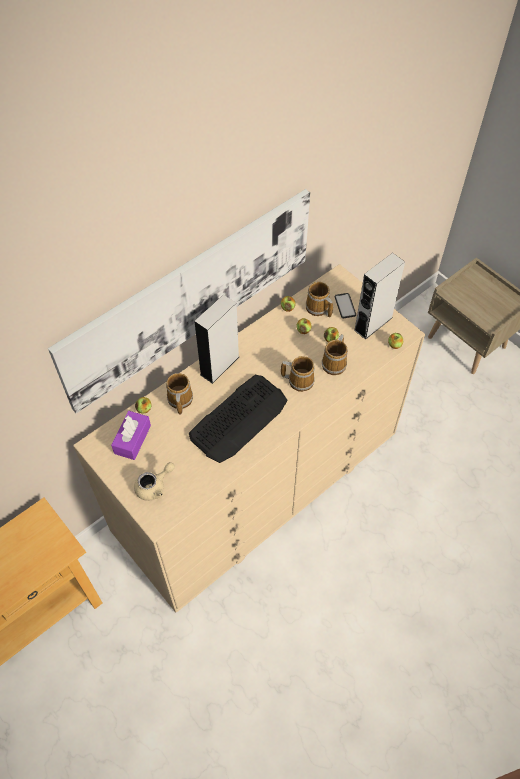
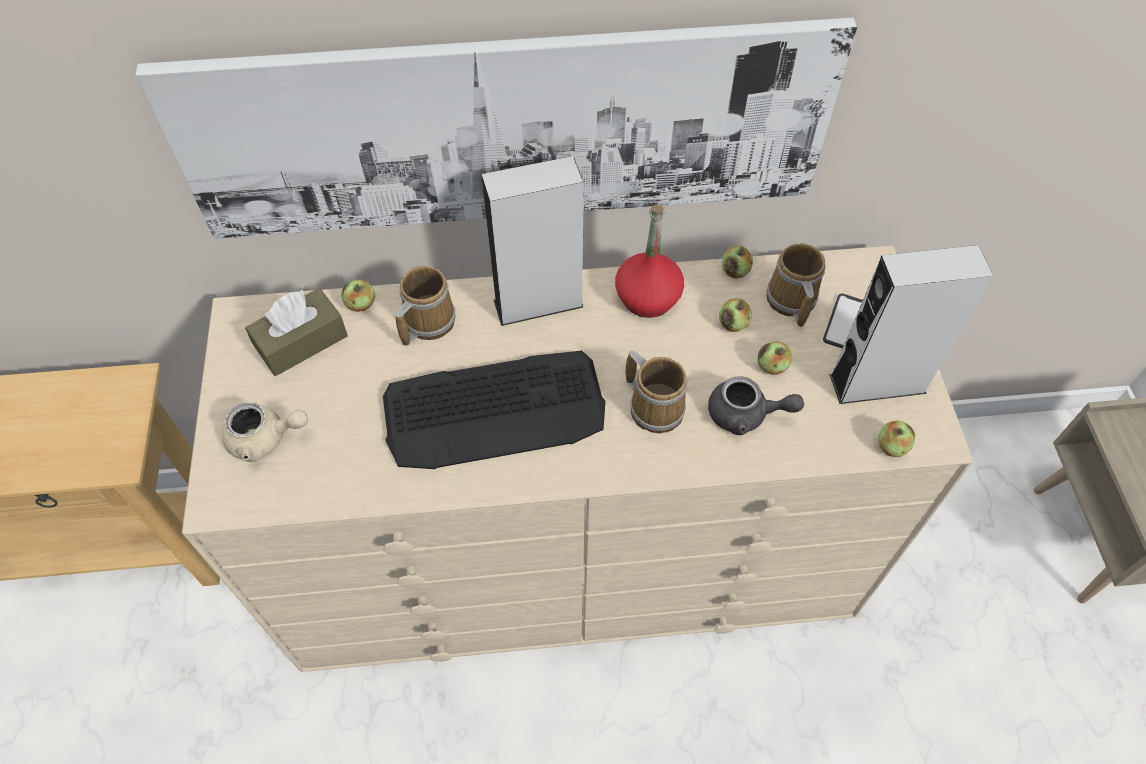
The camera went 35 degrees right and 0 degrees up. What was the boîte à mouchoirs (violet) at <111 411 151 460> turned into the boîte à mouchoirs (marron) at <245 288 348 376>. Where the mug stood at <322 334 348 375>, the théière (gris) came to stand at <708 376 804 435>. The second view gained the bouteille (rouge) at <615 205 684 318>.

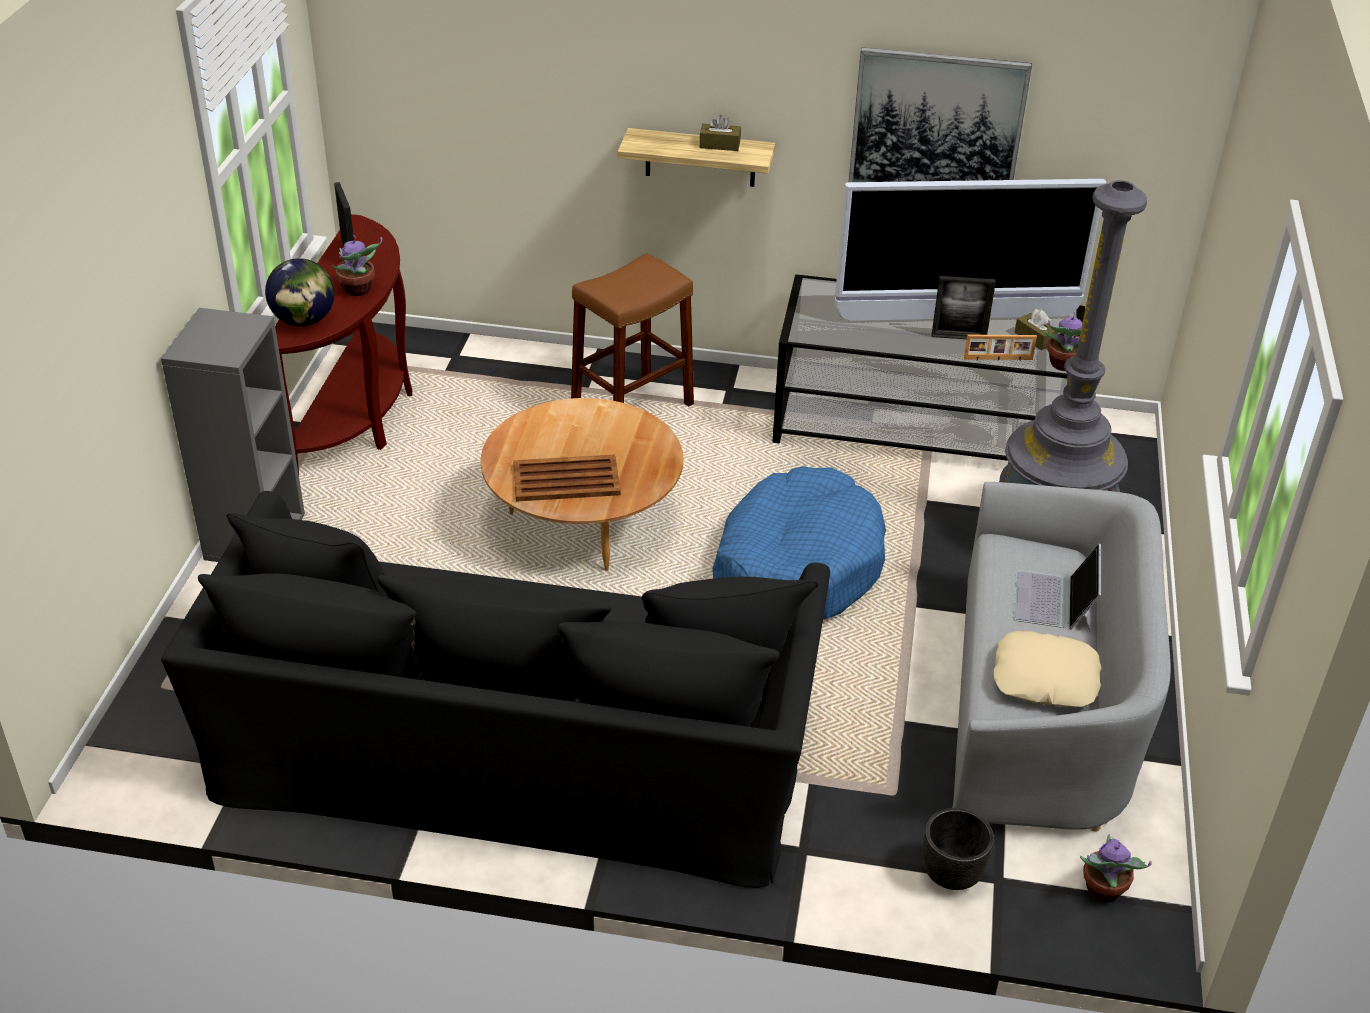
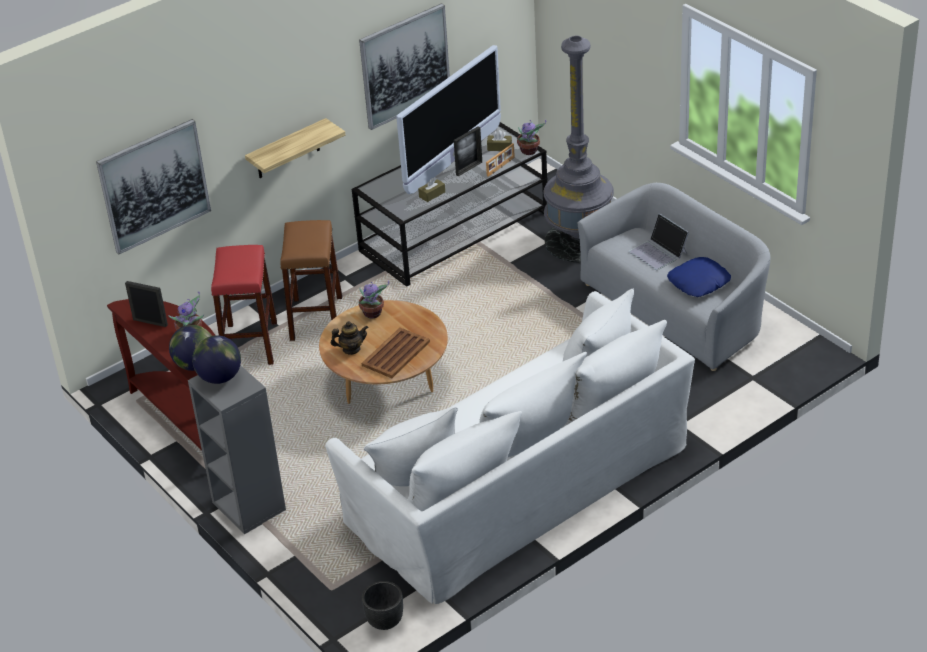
The camera went 45 degrees left and 0 degrees up. What was the canapé (noir) at <161 491 830 888> turned into the canapé (blanc) at <325 289 695 604>. The boîte à mouchoirs (marron) ended up elsewhere, having gone from <699 115 741 151> to <418 177 445 202>. The second view lost the panier pour chien (bleu) at <712 466 886 620>. The cache-pot (noir) ended up elsewhere, having gone from <923 808 994 890> to <362 581 403 630>. What was the coussin (beige) at <993 631 1102 707> turned into the coussin (bleu) at <667 257 731 297>. The plante en pot ended up elsewhere, having gone from <1080 834 1152 902> to <358 281 389 318>. The second view gained the tableau at <96 119 211 254>. The second view gained the globe at <192 335 241 384>. The second view gained the tabouret (rouge) at <211 245 277 365>. The second view gained the théière at <331 321 369 355>.

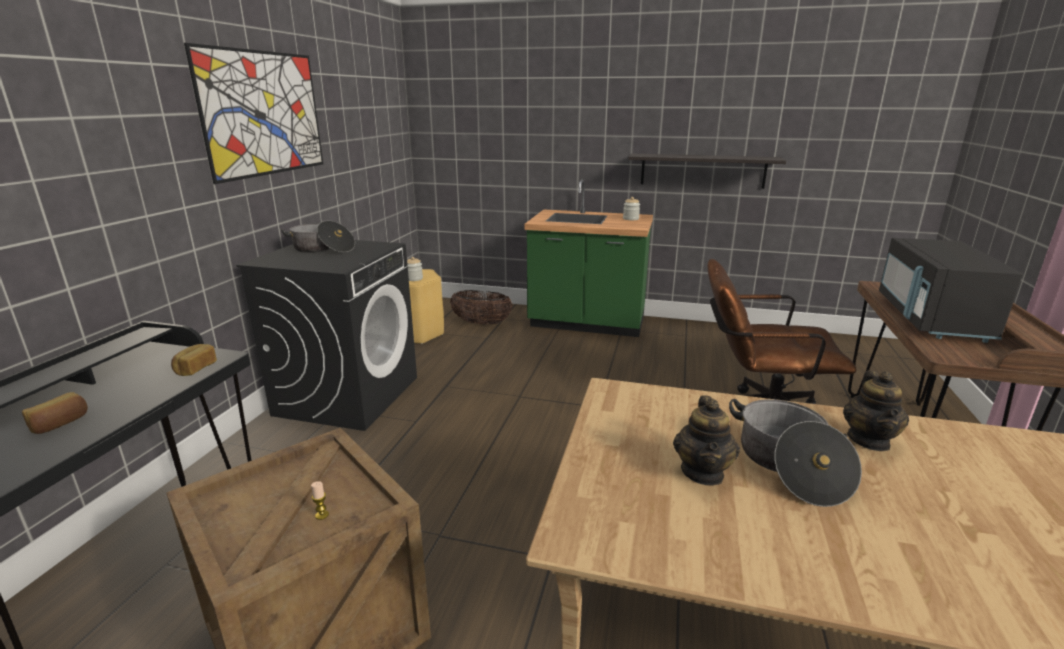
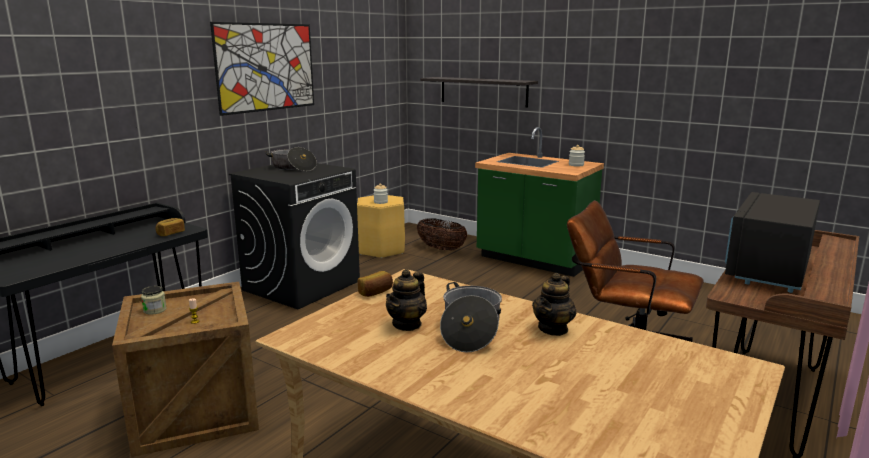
The camera went 20 degrees right and 5 degrees down. The pain ended up elsewhere, having gone from <22 392 88 434> to <358 271 393 297>. The étagère ended up elsewhere, having gone from <628 154 786 189> to <420 77 538 107>. The second view gained the bocal at <141 286 167 315>.

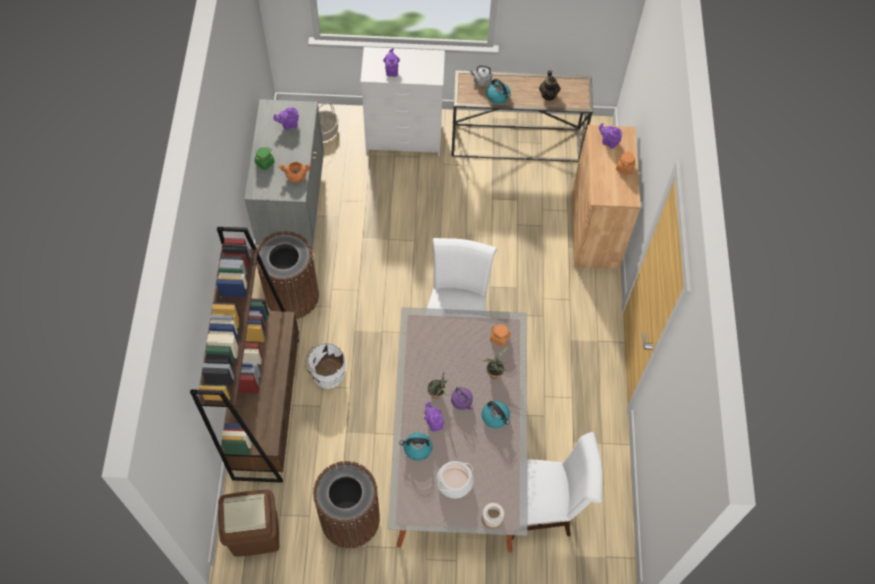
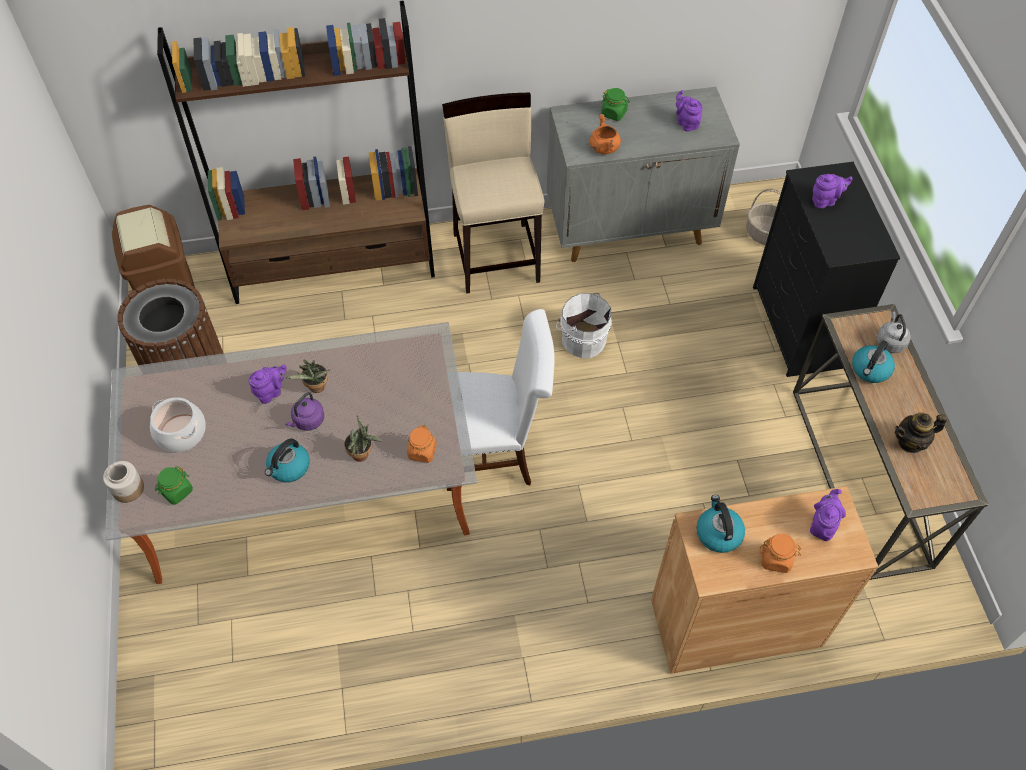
The camera went 80 degrees right and 5 degrees down. Where the poubelle (marron) stood at <256 231 319 319>, the tabouret (beige) came to stand at <442 92 544 294>. The seau (blanc) ended up elsewhere, having gone from <305 343 346 389> to <556 293 612 358>. What was the commode (blanc) at <360 47 445 156> turned into the commode (noir) at <753 162 900 377>. The bouilloire ended up elsewhere, having gone from <399 432 432 461> to <696 495 745 553>. The second view lost the chaise (blanc) at <512 432 603 540>. The second view gained the bocal (vert) at <155 466 193 505>.

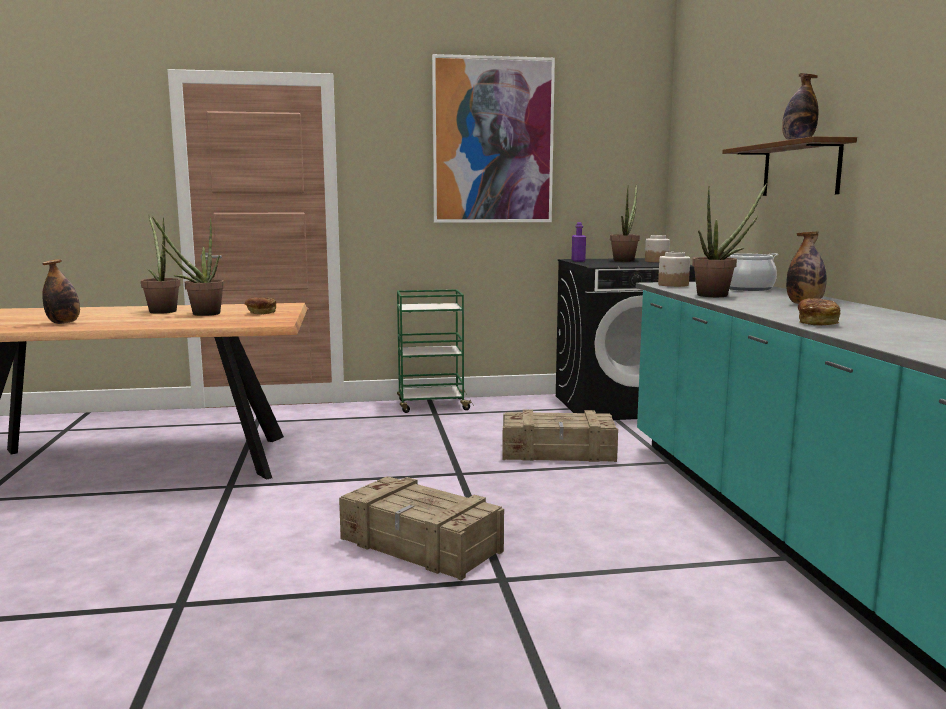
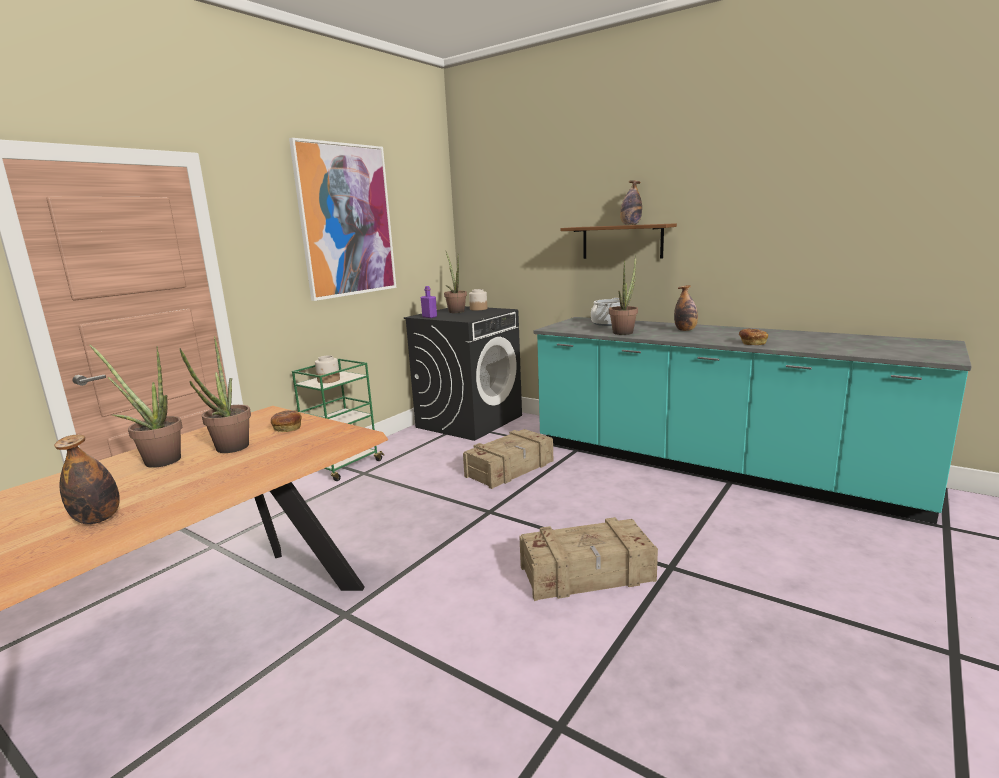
The camera went 45 degrees left and 5 degrees up. The bocal ended up elsewhere, having gone from <658 252 690 287> to <315 355 340 383>.

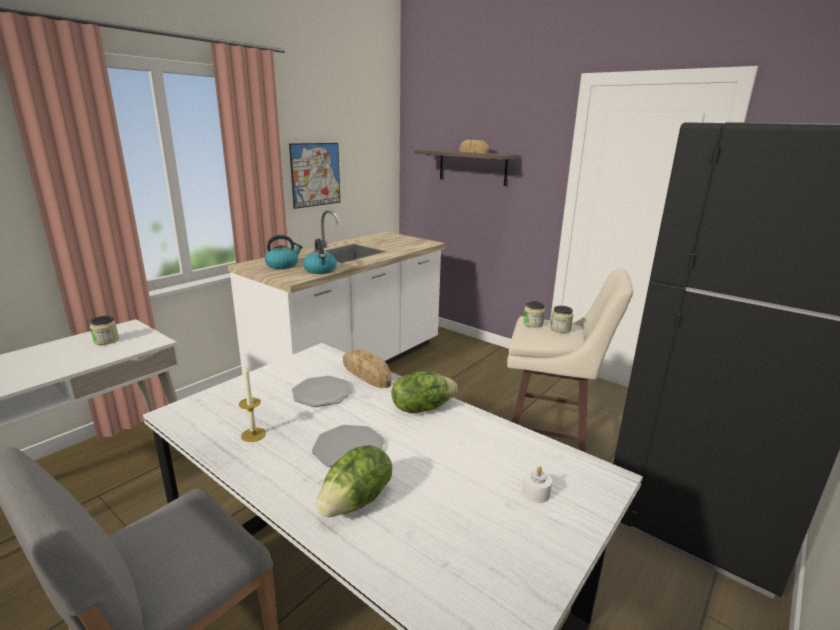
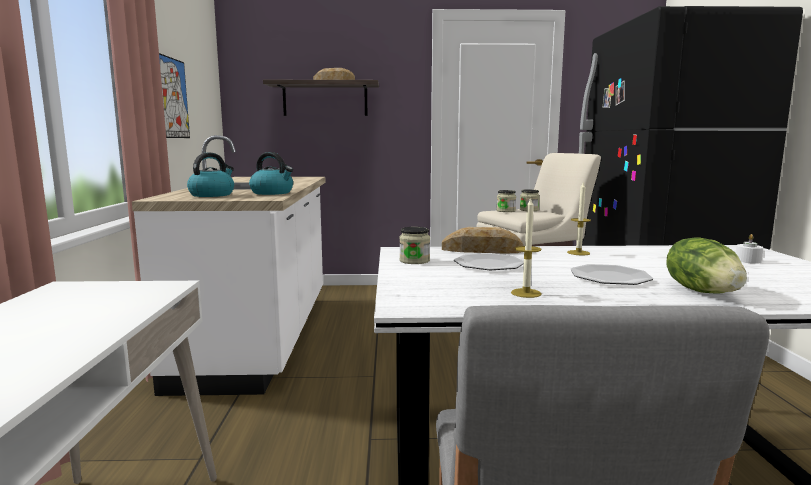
The camera went 40 degrees left and 10 degrees down. The bocal ended up elsewhere, having gone from <90 316 119 345> to <400 227 430 264>. Where the laitue stood at <392 372 457 413>, the bougie came to stand at <567 183 591 255>.

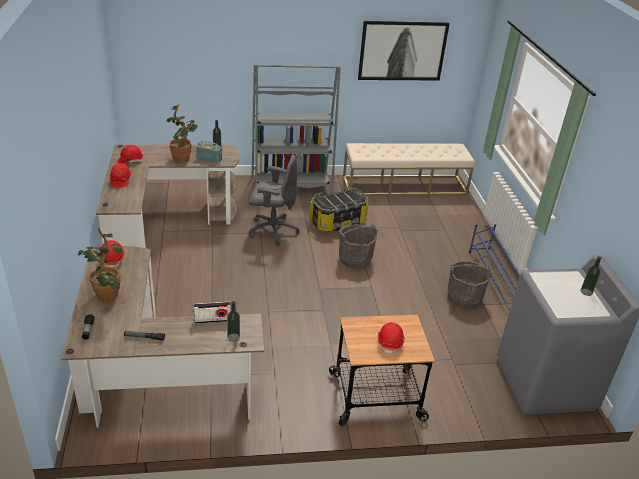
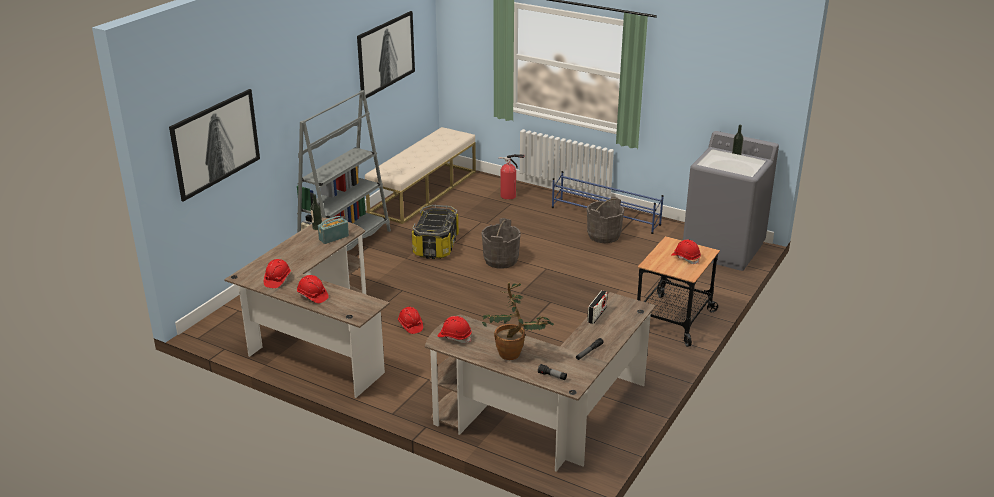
The camera went 50 degrees left and 5 degrees down. The second view lost the plante en pot at <167 104 197 163>. The second view lost the bouteille at <227 301 240 342>. The second view lost the chaise de bureau (gris) at <249 154 299 246>. The second view gained the tableau at <169 89 260 202>. The second view gained the casque de chantier (rouge) at <398 307 423 334>. The second view gained the extincteur at <499 154 525 200>.

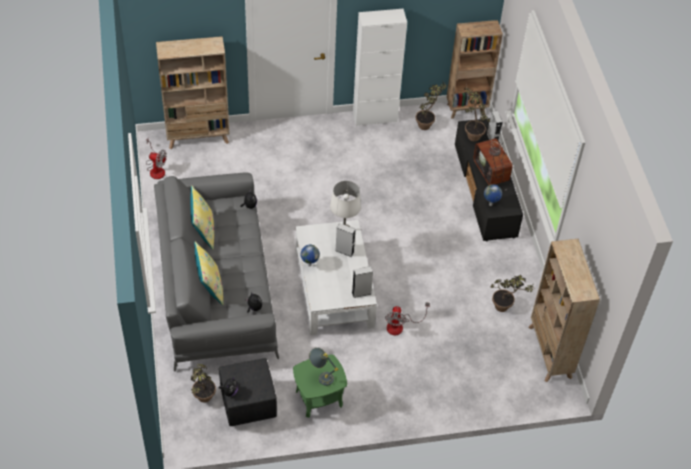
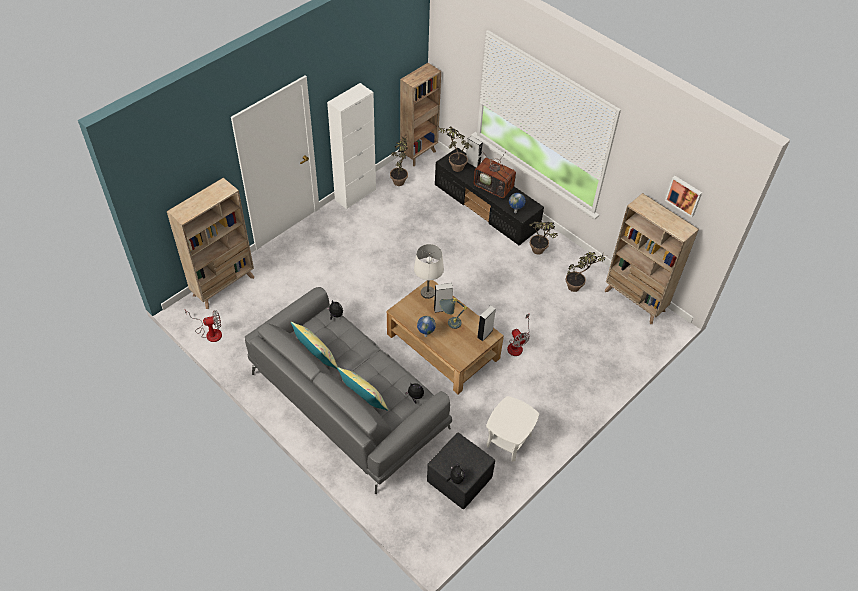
The camera went 35 degrees left and 0 degrees up. The plante en pot ended up elsewhere, having gone from <190 364 216 403> to <529 222 558 255>. What was the table d'appoint (vert) at <293 355 347 418> turned into the table d'appoint (blanc) at <486 396 539 462>. What was the table basse (blanc) at <296 220 377 336> turned into the table basse (marron) at <387 280 504 394>. The lampe de table (gris) ended up elsewhere, having gone from <309 348 338 386> to <439 298 467 329>. The second view gained the tableau at <665 176 702 217>.

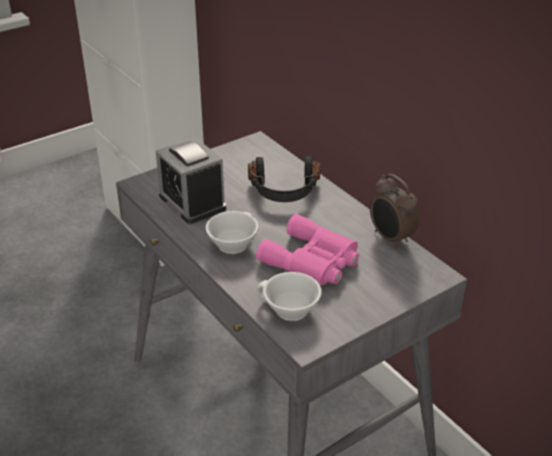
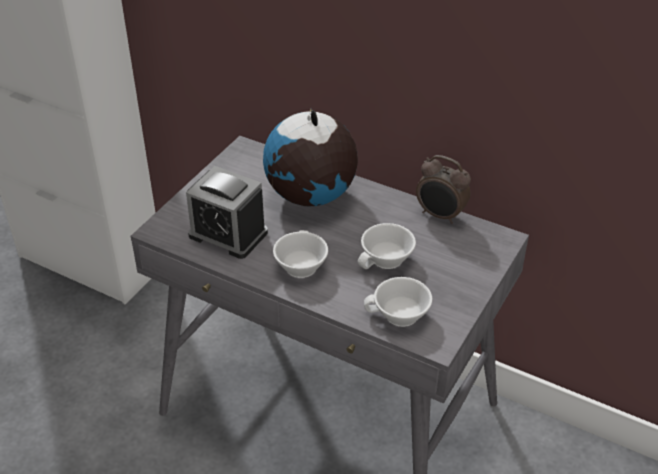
The camera went 25 degrees left and 5 degrees up. Where the casque audio (noir) stood at <248 156 320 202>, the globe came to stand at <263 110 358 206>. Where the jumelles (rose) stood at <256 214 359 286>, the tasse (blanc) came to stand at <358 223 416 269>.

